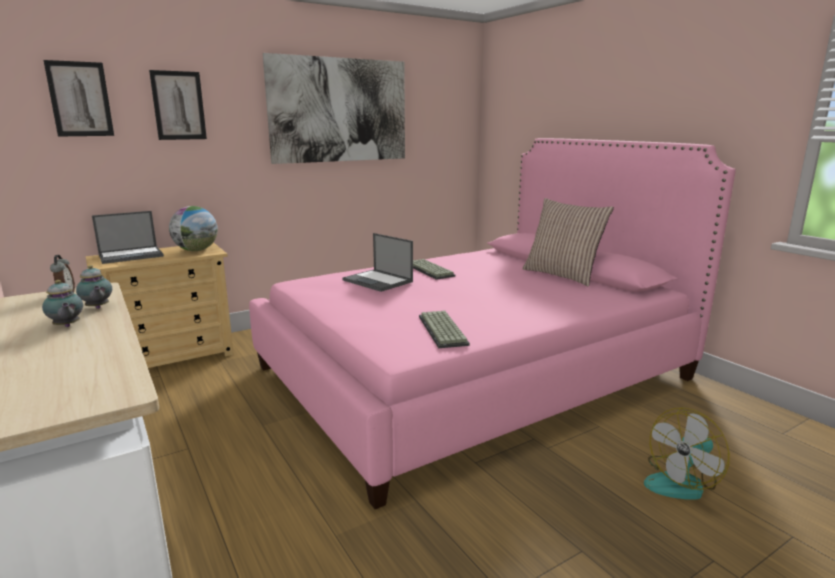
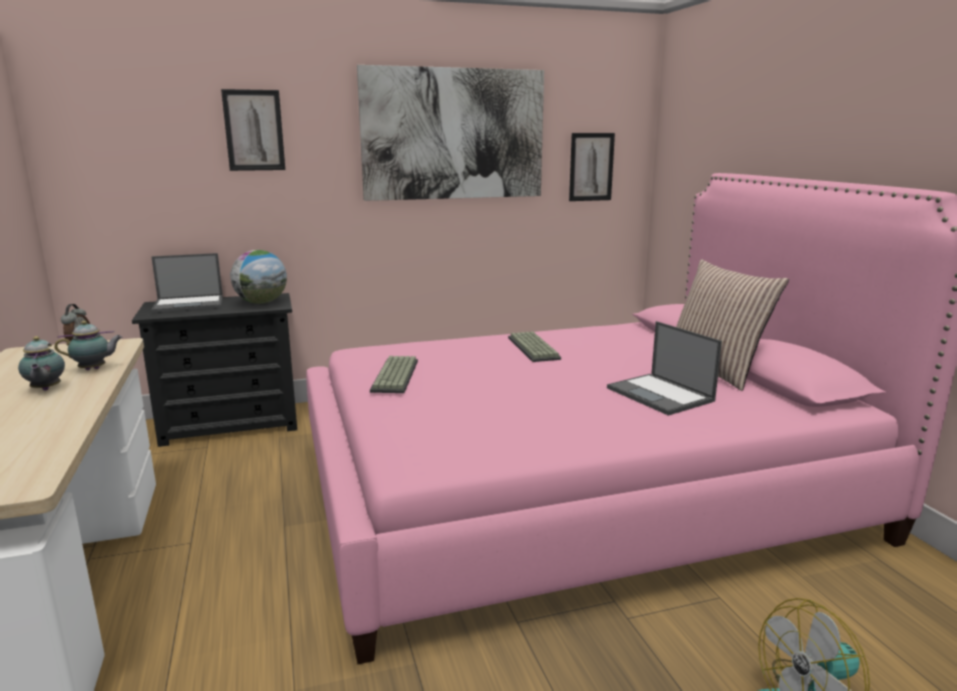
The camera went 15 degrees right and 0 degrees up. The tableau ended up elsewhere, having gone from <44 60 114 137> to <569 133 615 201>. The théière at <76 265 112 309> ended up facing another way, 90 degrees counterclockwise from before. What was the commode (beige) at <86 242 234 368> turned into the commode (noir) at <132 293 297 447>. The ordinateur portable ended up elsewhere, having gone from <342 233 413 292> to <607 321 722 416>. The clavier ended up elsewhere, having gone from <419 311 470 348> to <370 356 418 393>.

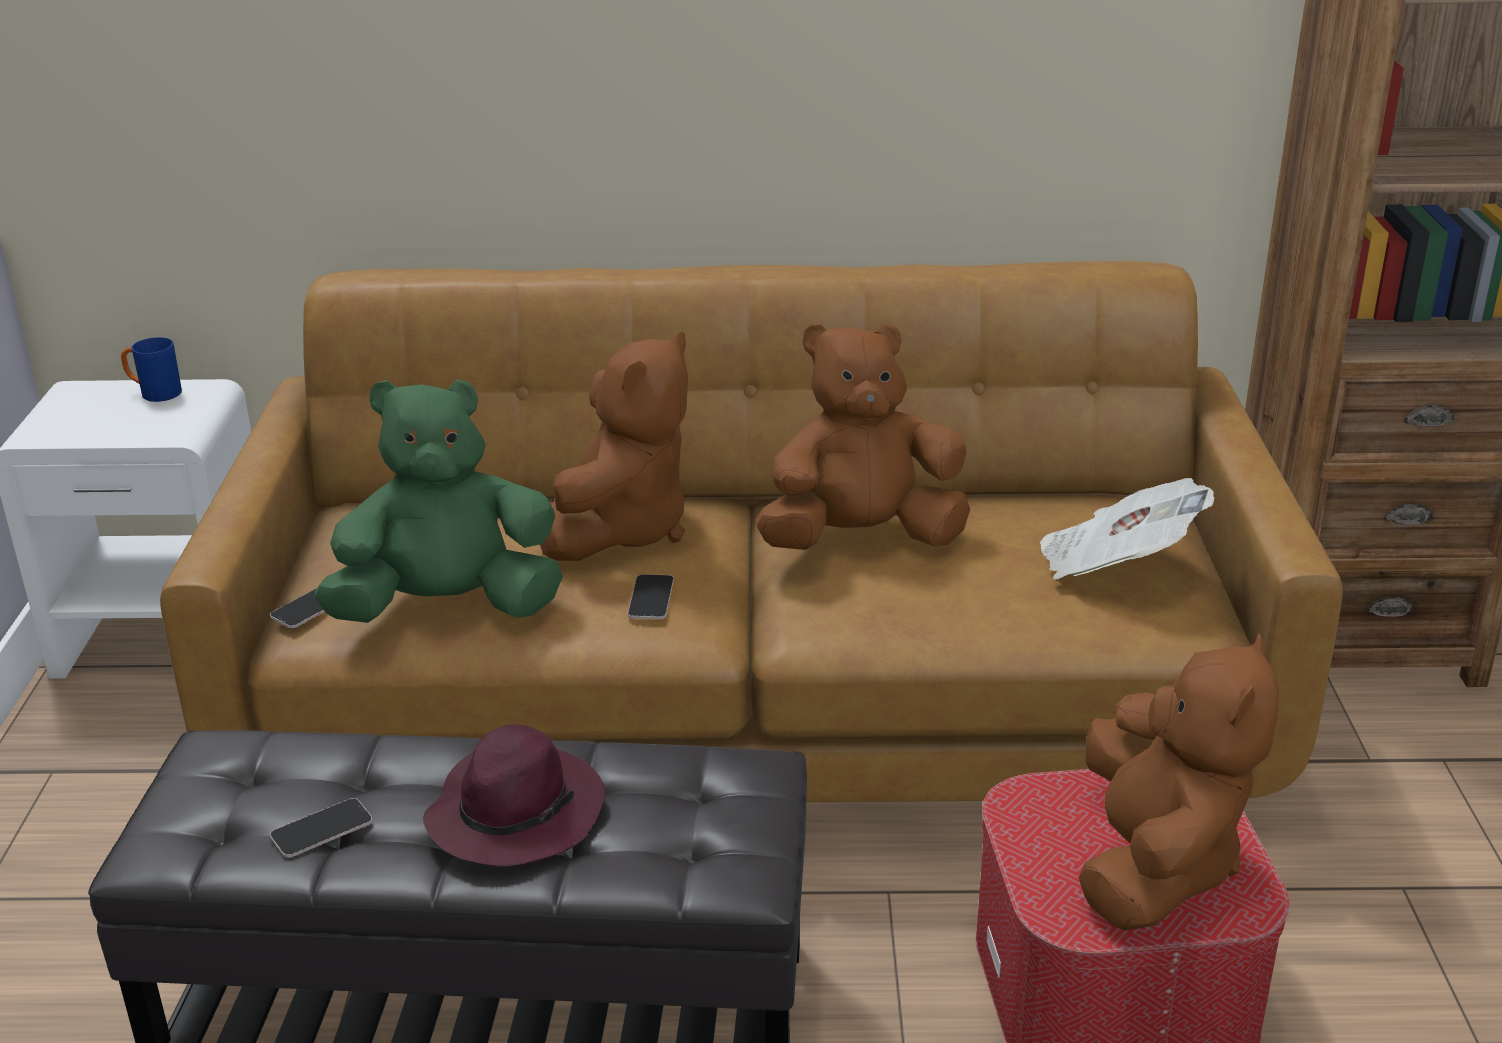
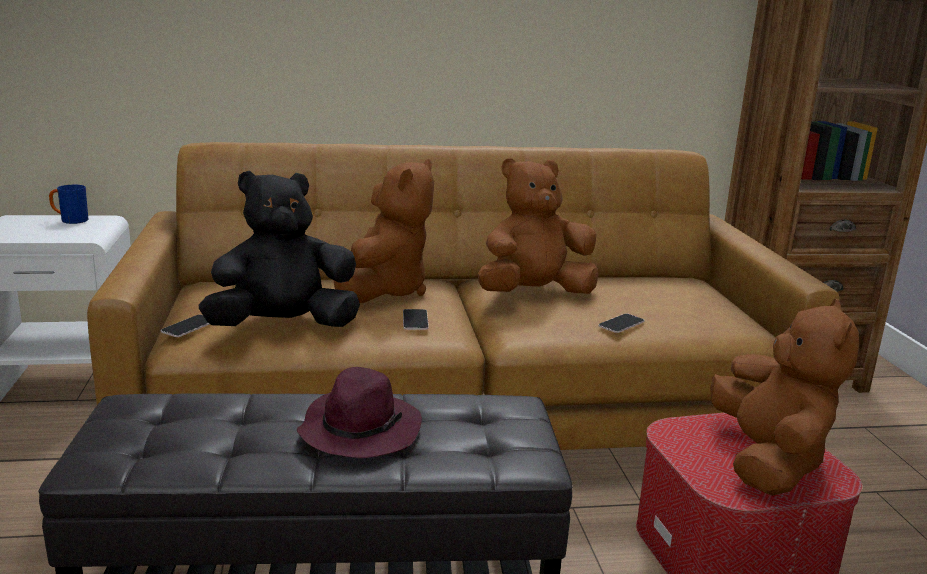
The camera went 10 degrees left and 10 degrees down. The téléphone ended up elsewhere, having gone from <270 798 373 858> to <599 314 645 333>. What was the peluche (vert) at <315 379 563 623> turned into the peluche (noir) at <198 171 360 327>. The second view lost the journal at <1040 478 1214 580>.

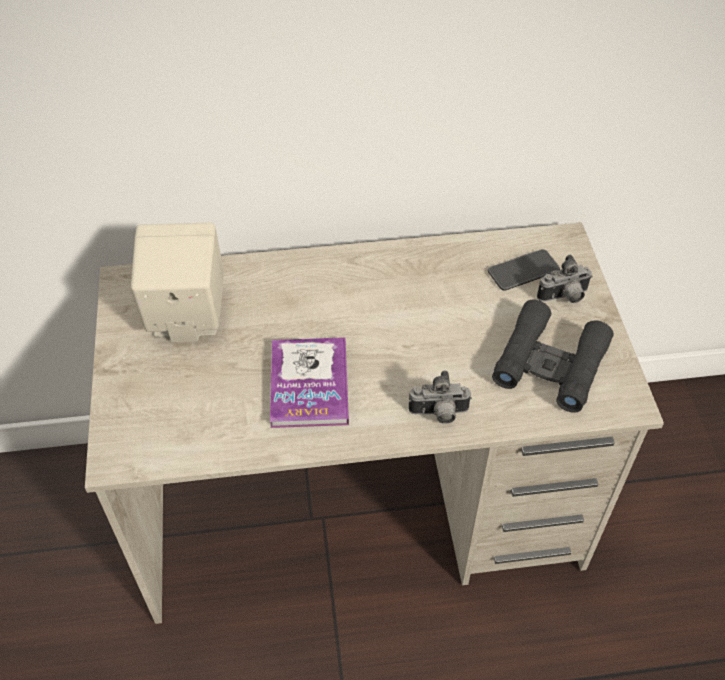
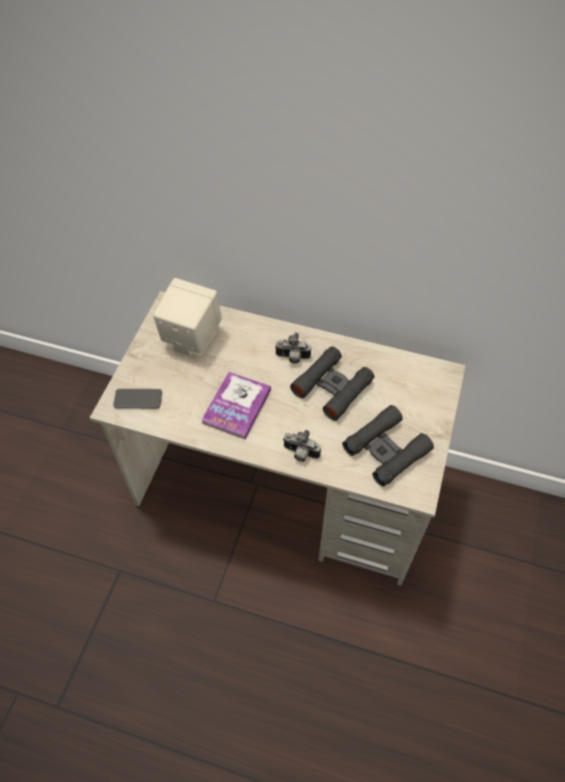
The camera went 25 degrees right and 5 degrees up. The téléphone ended up elsewhere, having gone from <488 249 560 291> to <113 389 162 409>. The appareil photo ended up elsewhere, having gone from <537 254 593 303> to <275 333 311 364>. The second view gained the jumelles (noir) at <290 346 374 421>.

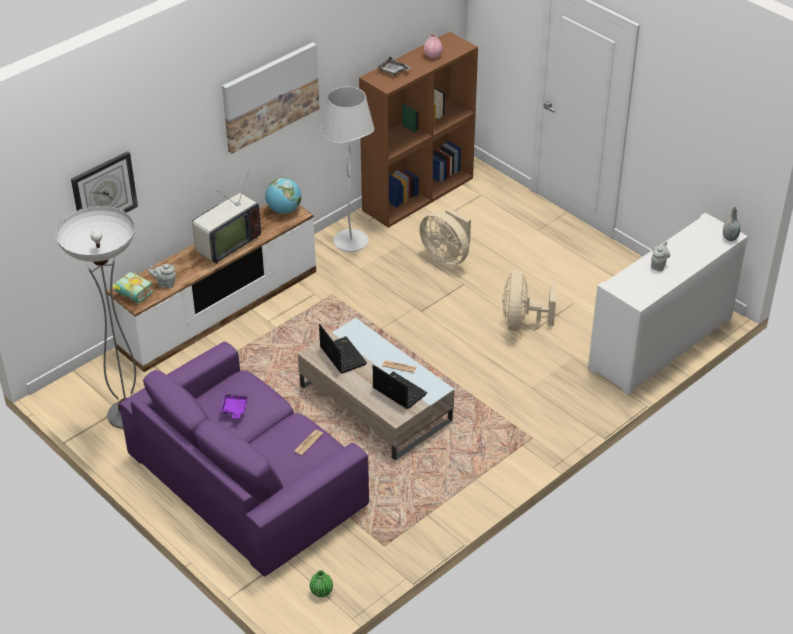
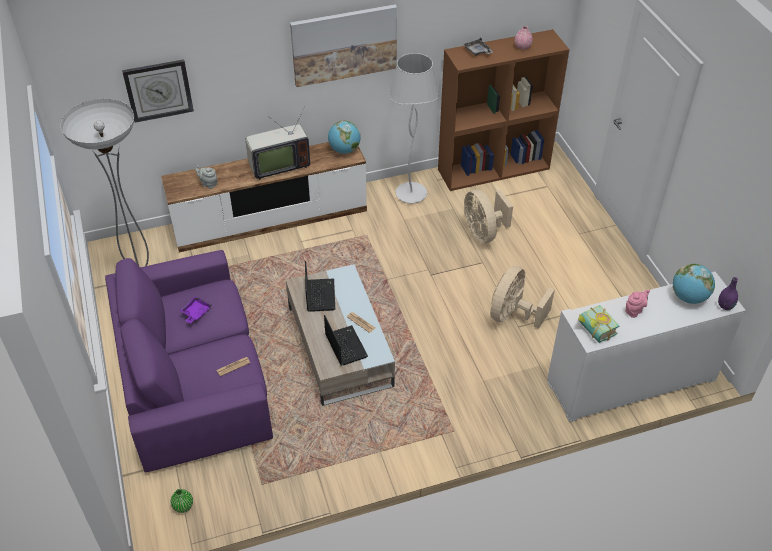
The camera went 25 degrees right and 5 degrees up. The livre ended up elsewhere, having gone from <113 272 153 303> to <578 305 620 343>. What was the théière (gris) at <651 241 670 271> turned into the théière (rose) at <625 290 650 318>. What was the vase (gris) at <723 207 740 241> turned into the vase (violet) at <718 277 738 310>. The second view gained the globe at <673 264 715 304>.

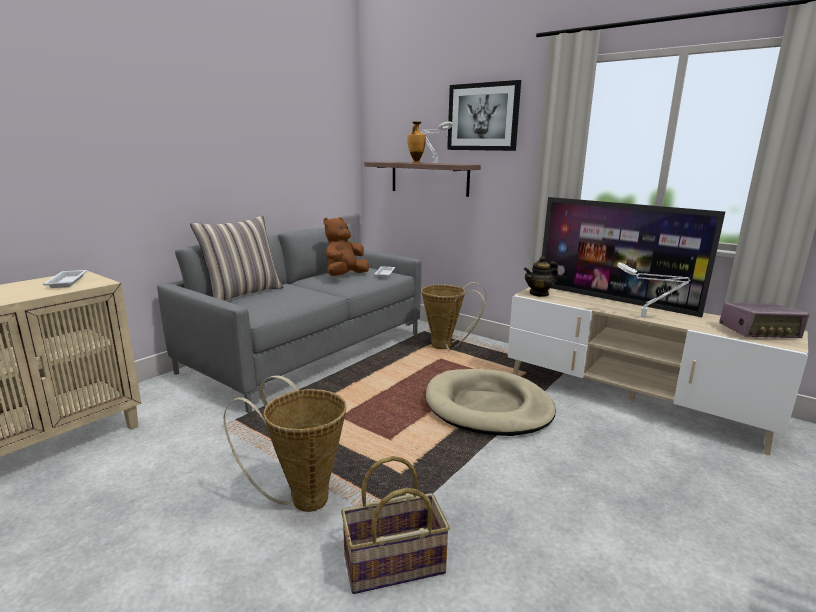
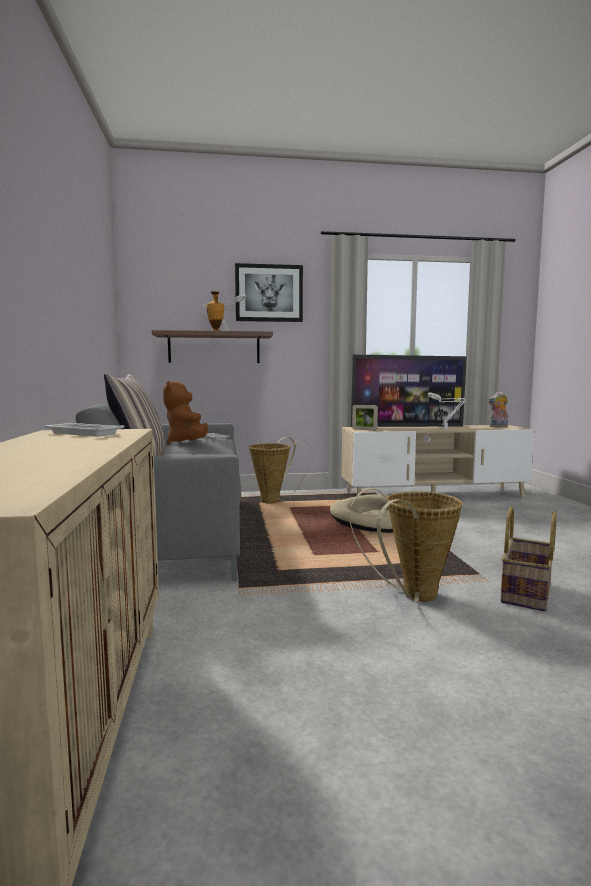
The camera went 45 degrees left and 10 degrees down. Where the théière stood at <524 256 558 297>, the cadre photo came to stand at <352 405 378 430>. Where the radio stood at <719 302 810 338>, the peluche came to stand at <488 391 508 427>.

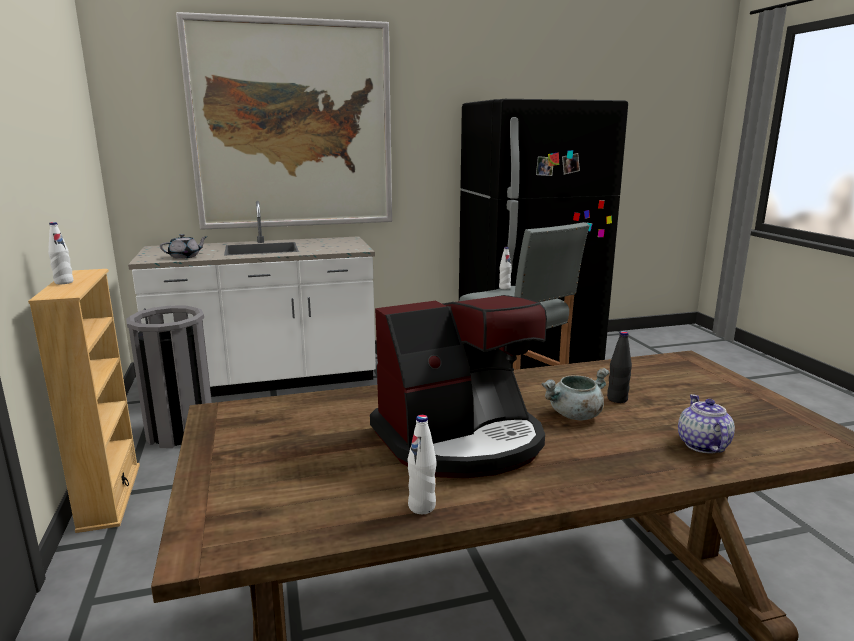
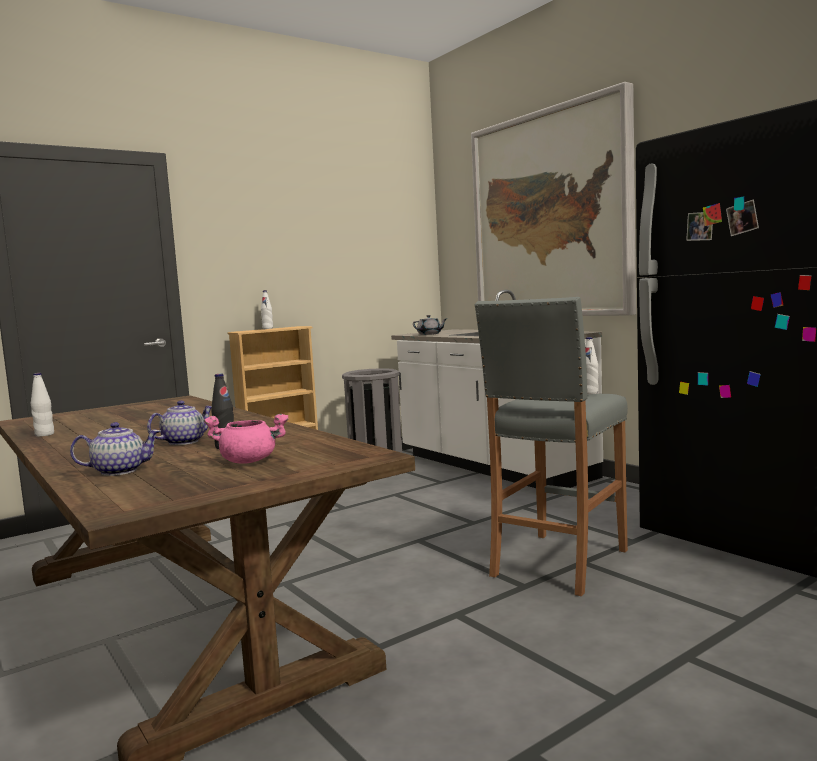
The camera went 70 degrees right and 10 degrees down. The second view lost the machine à café at <370 295 547 478>. Where the marmite (gris) stood at <541 368 610 420>, the théière came to stand at <147 401 212 445>. The second view gained the marmite (rose) at <203 414 288 464>.

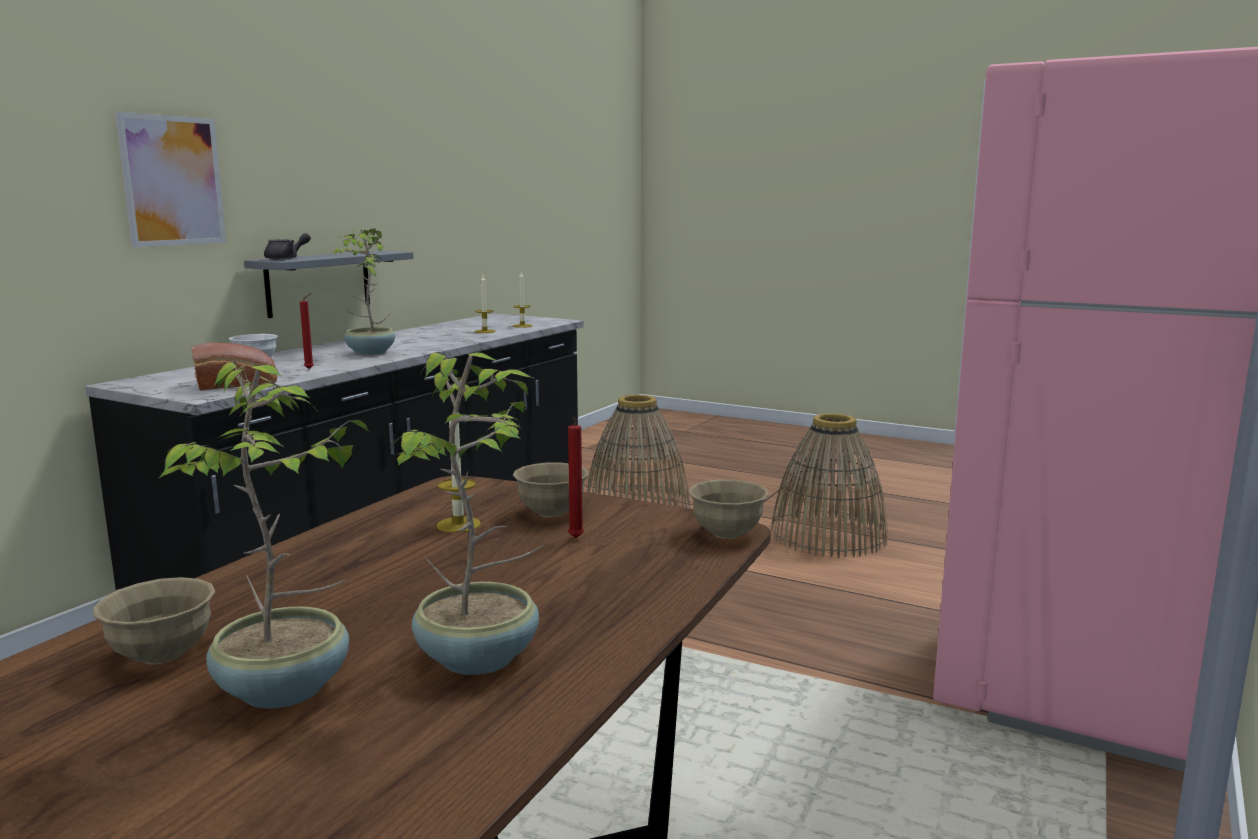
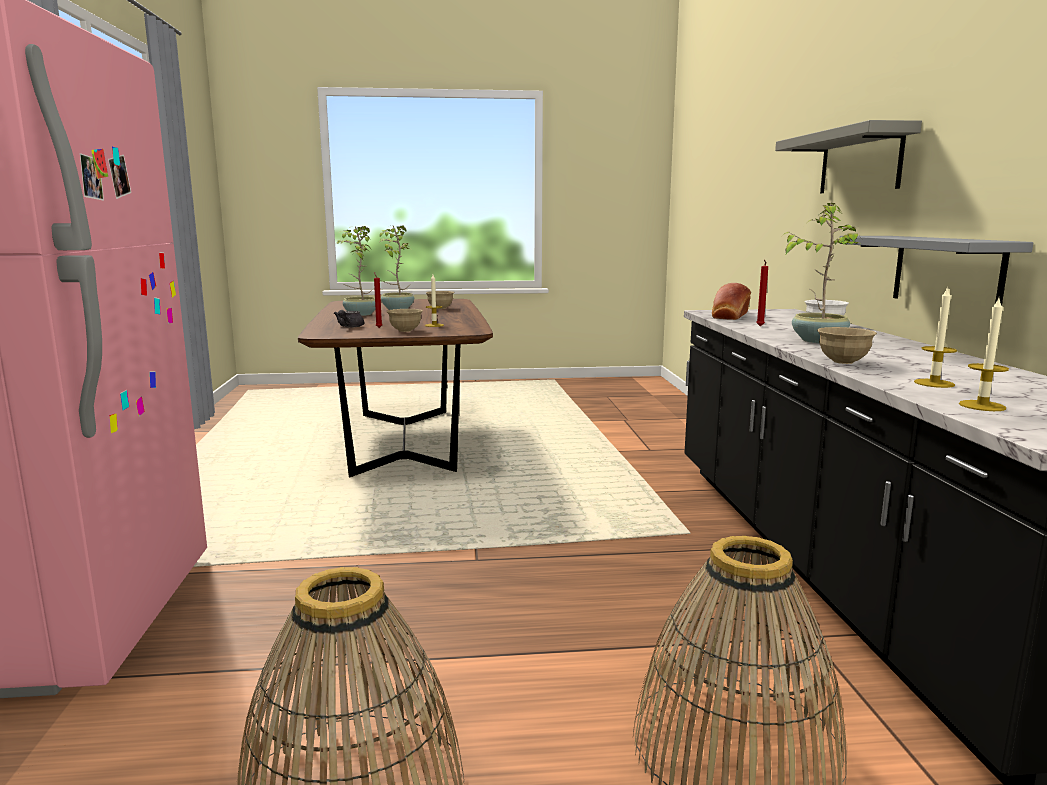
The camera went 145 degrees right and 0 degrees up. Where the tableau hung at <115 111 226 247>, the étagère (gris) came to hang at <775 120 922 193>. The théière (gris) ended up elsewhere, having gone from <264 233 311 260> to <334 310 364 328>. The bol (beige) ended up elsewhere, having gone from <689 479 768 539> to <817 327 877 364>.

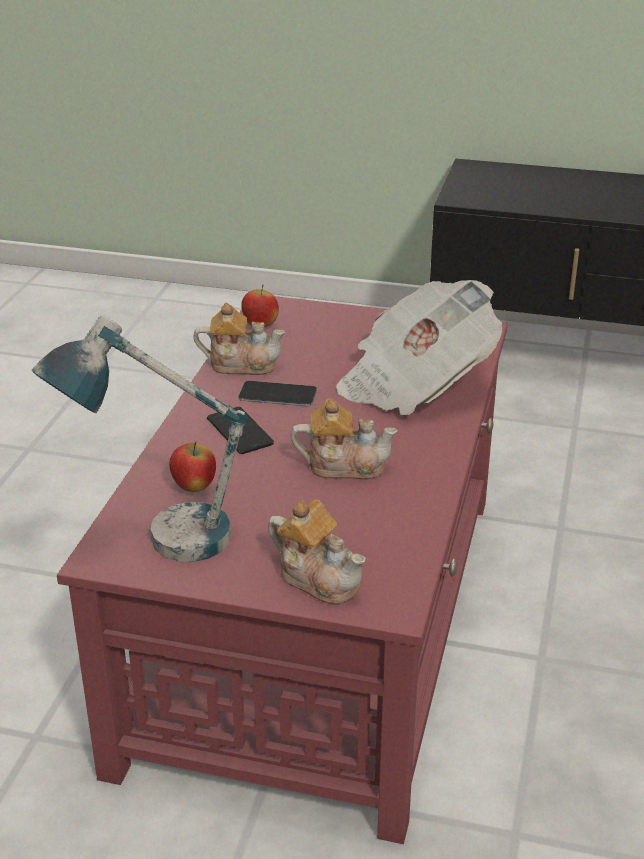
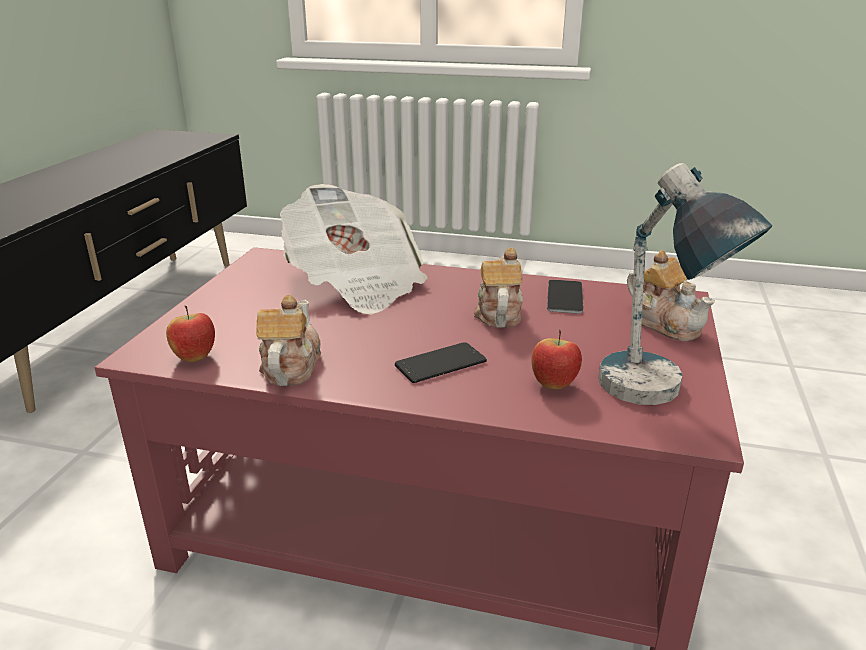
The camera went 90 degrees left and 5 degrees down. The téléphone ended up elsewhere, having gone from <239 381 317 406> to <547 280 583 314>. The théière at <268 500 366 604> ended up facing another way, 105 degrees clockwise from before.

